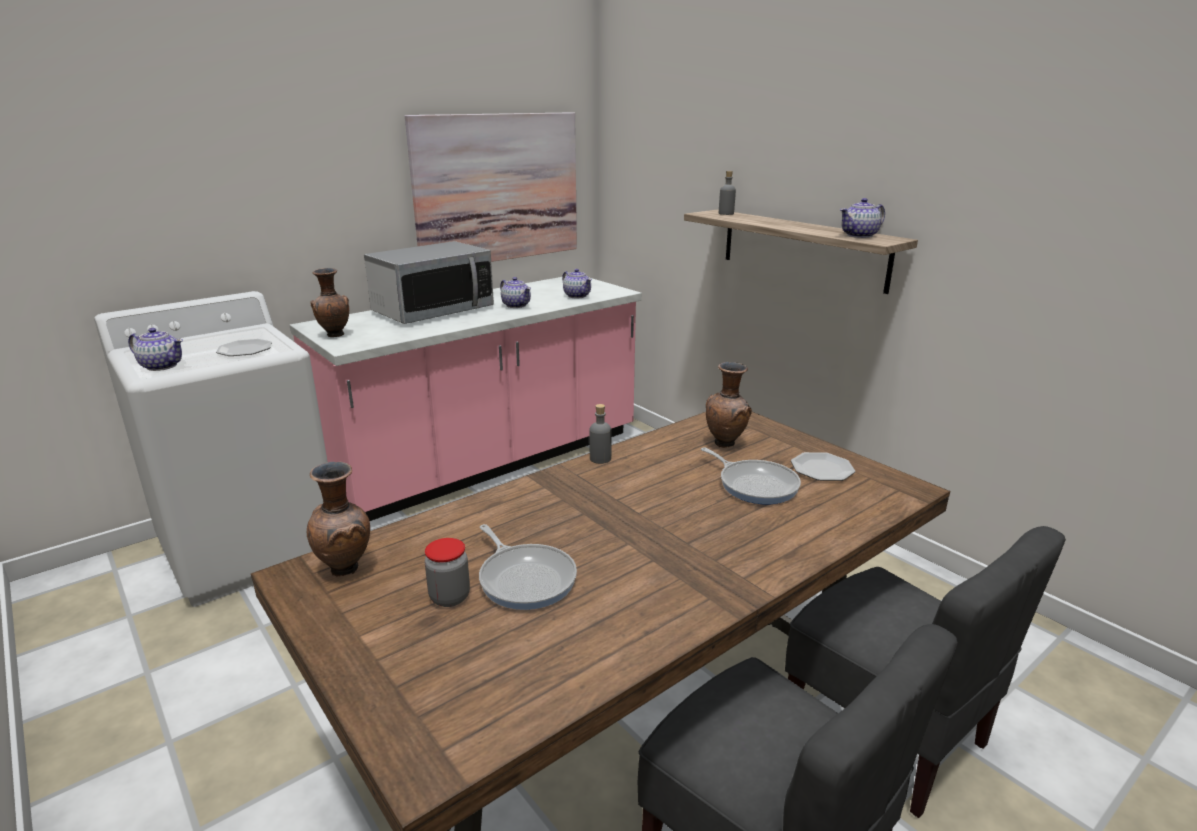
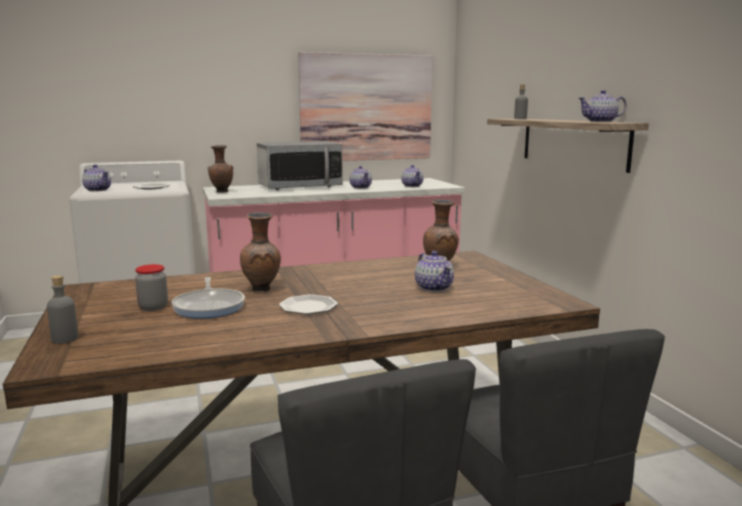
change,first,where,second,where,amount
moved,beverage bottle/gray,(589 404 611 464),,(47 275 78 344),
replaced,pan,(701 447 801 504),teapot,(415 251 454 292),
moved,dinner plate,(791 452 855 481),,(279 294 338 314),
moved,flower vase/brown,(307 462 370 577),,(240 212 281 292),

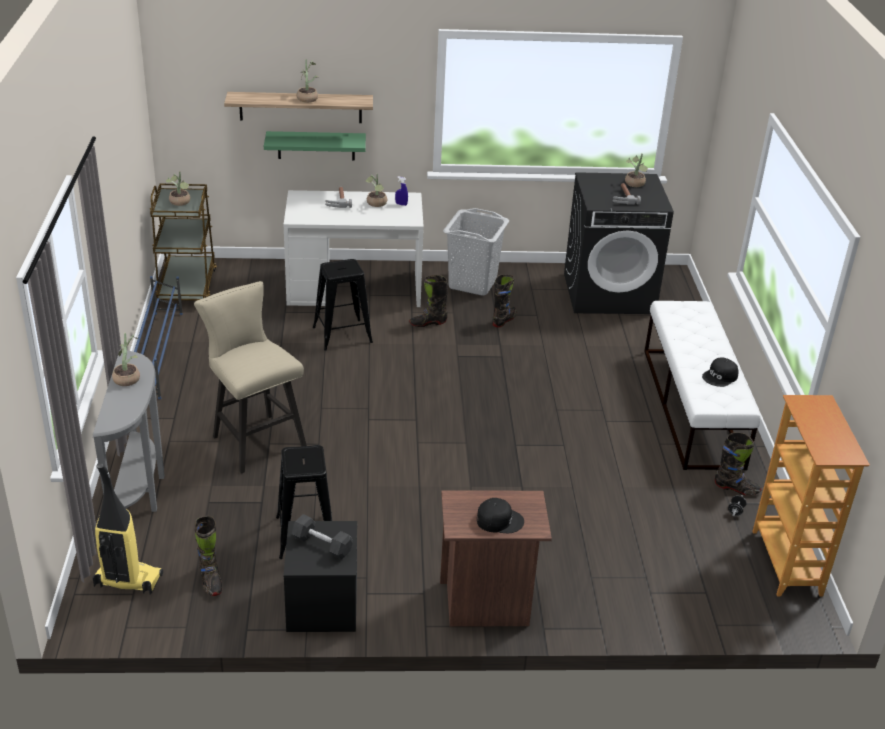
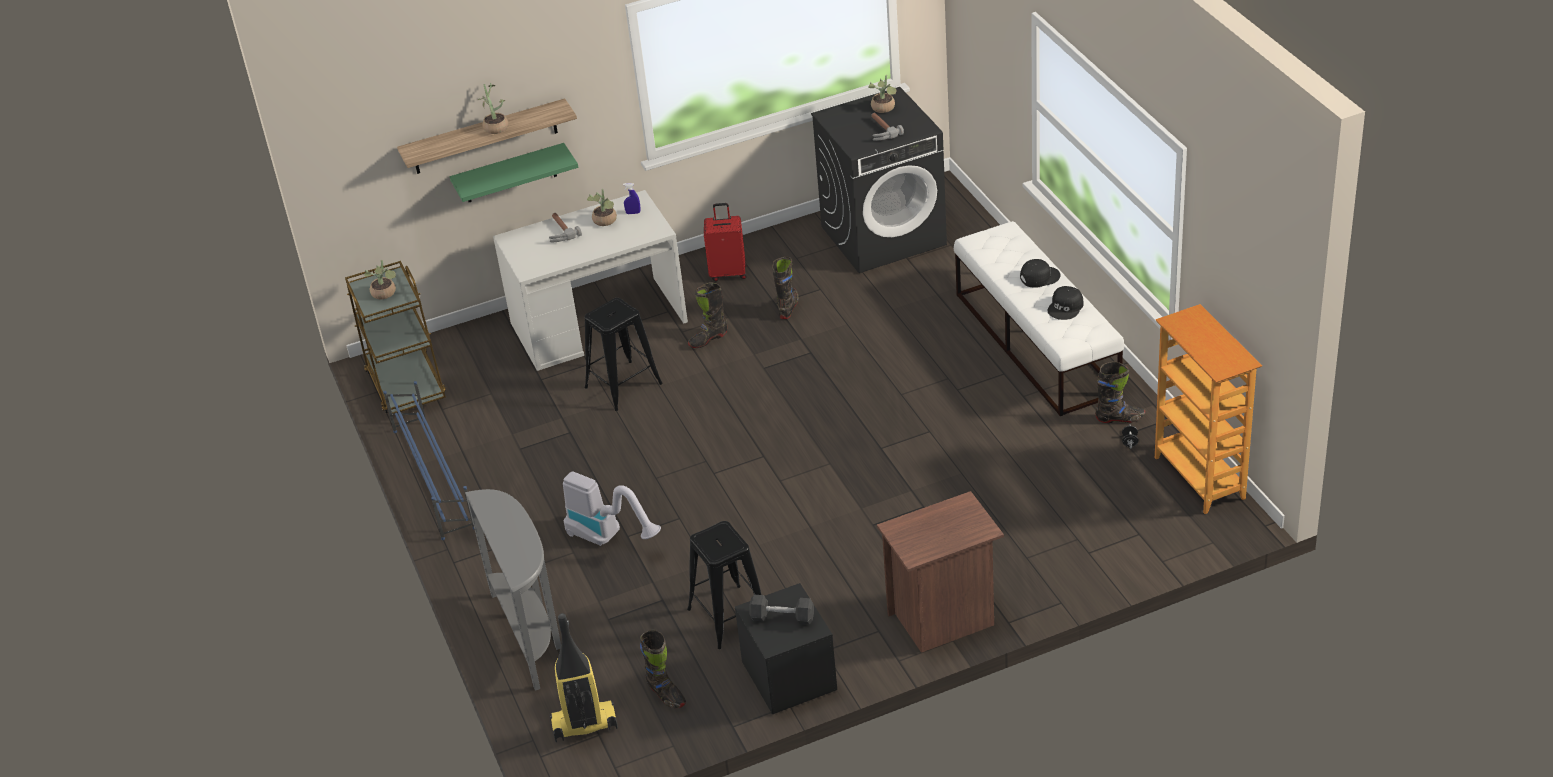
change,first,where,second,where,amount
replaced,hamper/gray,(443 208 509 295),suitcase/red,(704 203 747 281),
replaced,stool seat/sand-coloured,(194 281 307 474),hoover,(563 471 661 546),
removed,plant in a pot,(112 333 140 386),,,
moved,cap/blackish,(477 498 524 533),,(1020 259 1061 288),

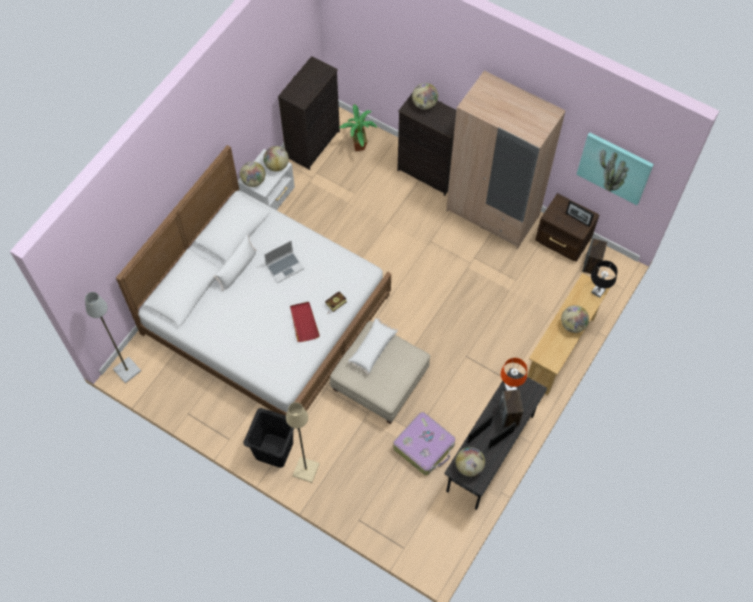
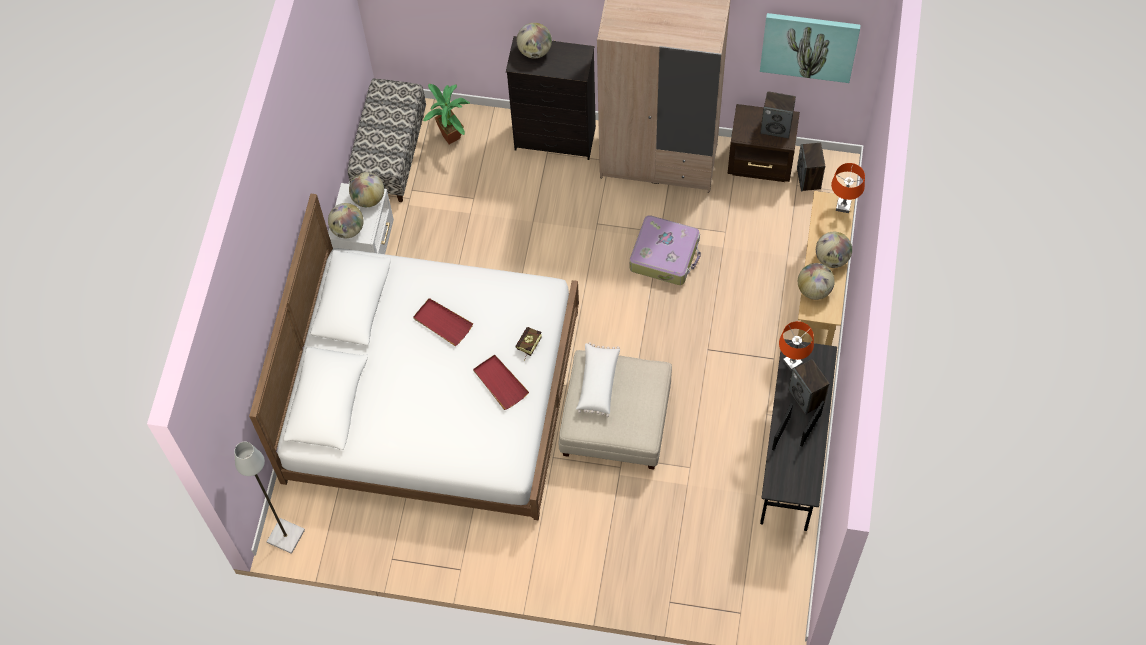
change,first,where,second,where,amount
replaced,chest of drawers/blackish,(278 56 340 170),indoor bench,(348 79 426 202),
replaced,picture frame,(566 201 594 227),speaker,(760 91 796 139),
removed,cushion/whitish,(214 235 256 291),,,
replaced,notebook computer,(264 240 304 283),tray/red,(413 298 473 346),
recoloured,lamp for a table/blackish,(591 260 618 298),lamp for a table/orange,(831 163 865 213),
removed,floor lamp/sand-coloured,(286 402 319 483),,,
removed,hamper/blackish,(243 408 294 468),,,
moved,suitcase,(393 412 455 475),,(630 215 701 285),
moved,desk globe,(456 447 485 477),,(798 263 835 300),

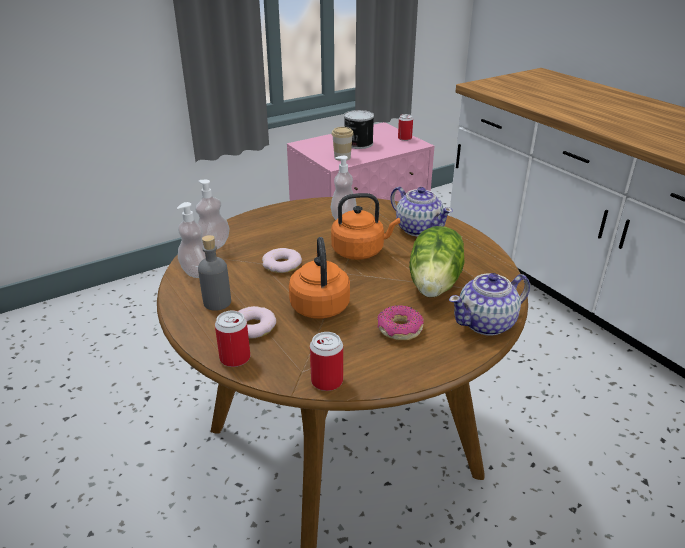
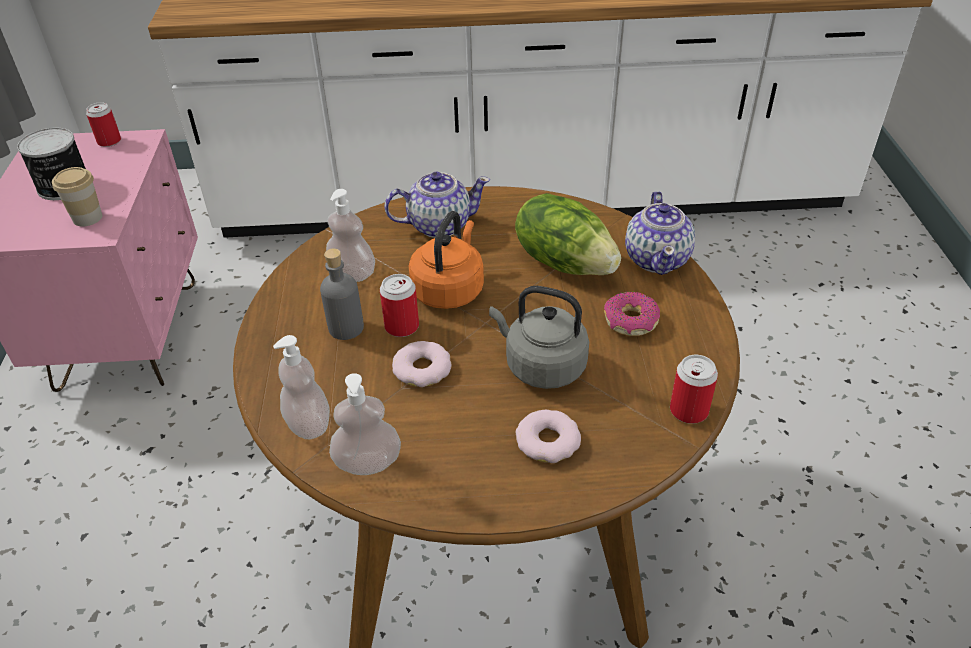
change,first,where,second,where,amount
moved,beverage bottle/gray,(198 235 231 311),,(320 248 364 340),
recoloured,water kettle/orange,(289 237 350 319),water kettle/gray,(489 286 589 389),
moved,sealed can,(215 311 250 367),,(380 274 419 337),

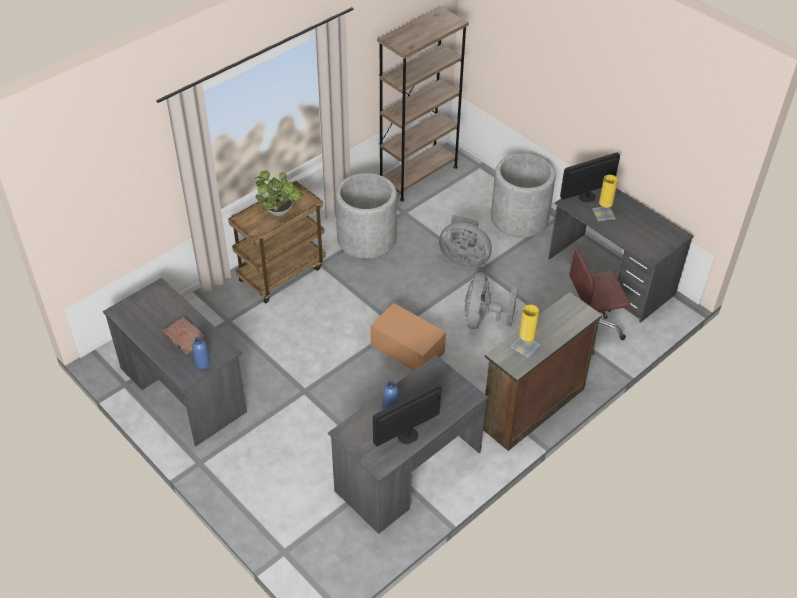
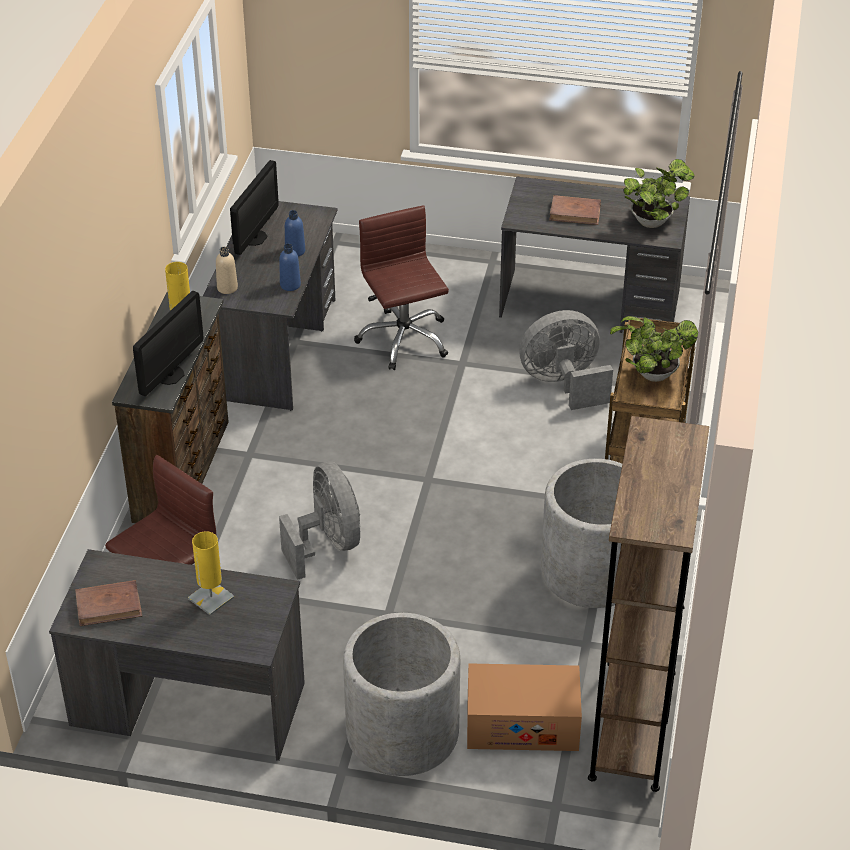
change,first,where,second,where,amount
moved,monitor,(560 153 620 203),,(133 291 203 396),
moved,electric fan/gray,(439 215 492 268),,(519 310 613 410),
moved,carton,(370 303 446 371),,(467 663 582 751),
moved,beverage bottle/blue-coloured,(192 337 211 369),,(279 244 301 291),
added,,,plant in a pot,(623 159 695 228),
added,,,computer chair/brown,(354 205 449 370),
added,,,beverage bottle/sand-coloured,(216 247 238 294),
added,,,book/brown,(75 580 142 626),

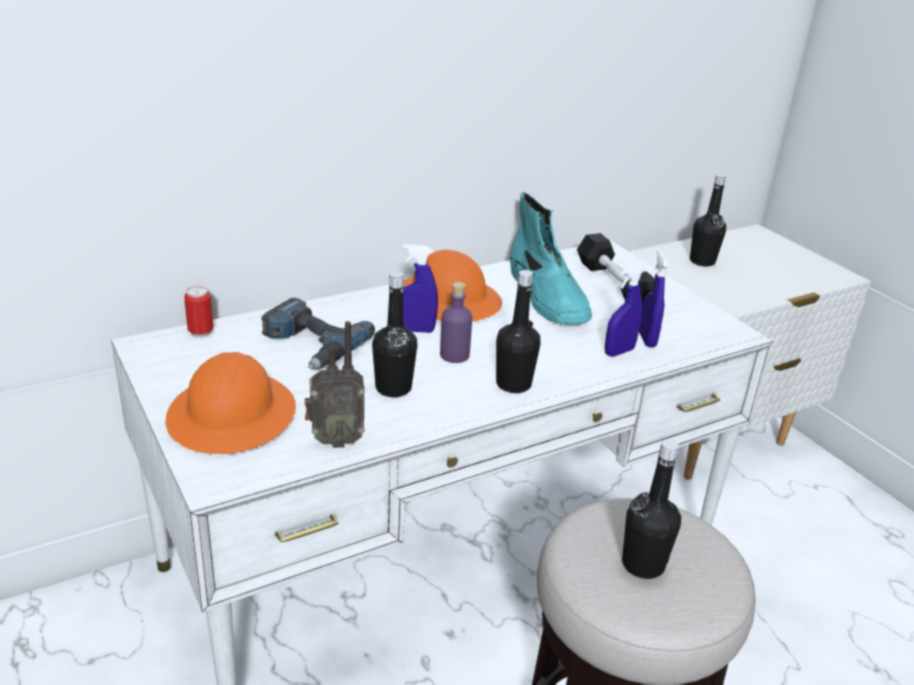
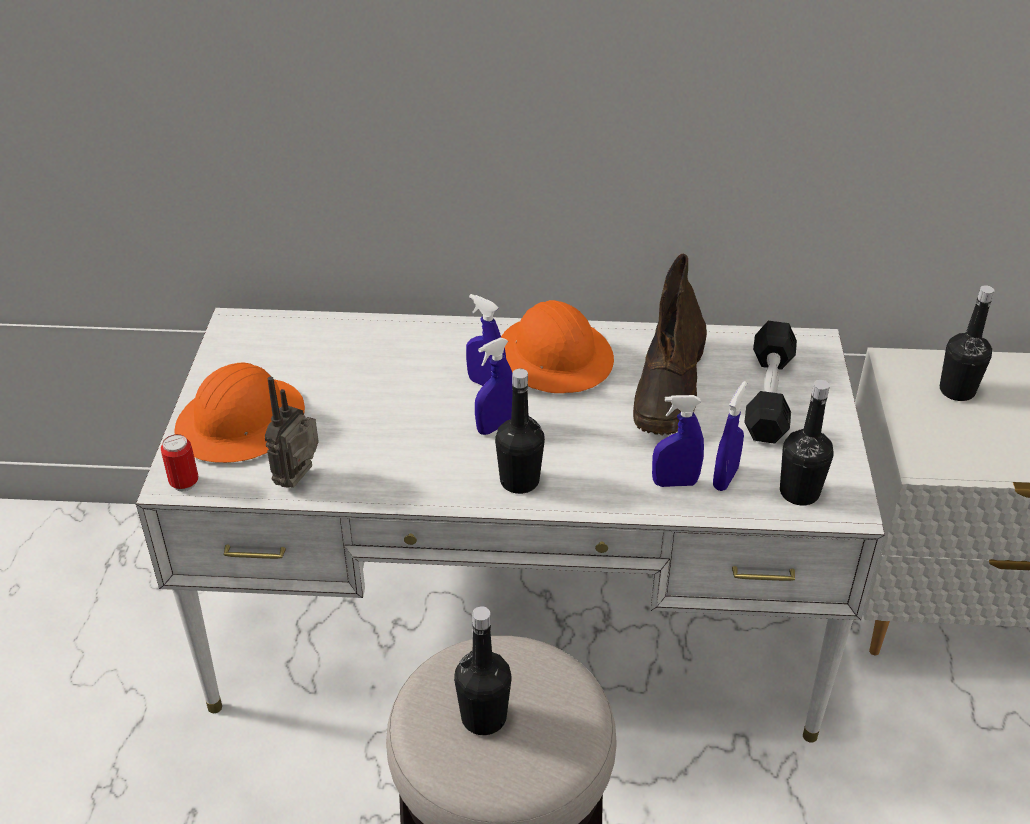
change,first,where,second,where,amount
recoloured,high-top boot/turquoise-coloured,(510 192 592 325),high-top boot/brown,(633 253 707 435),
moved,beverage bottle/blackish,(372 271 417 397),,(780 380 834 506),
replaced,beverage bottle/purple,(440 282 472 363),hand sprayer/blue-coloured,(475 338 513 435),
moved,sealed can,(184 286 214 338),,(161 434 198 491),
removed,power drill,(261 298 375 370),,,
turned,radio receiver,(305 321 365 448),,(264 377 319 488),90 degrees clockwise

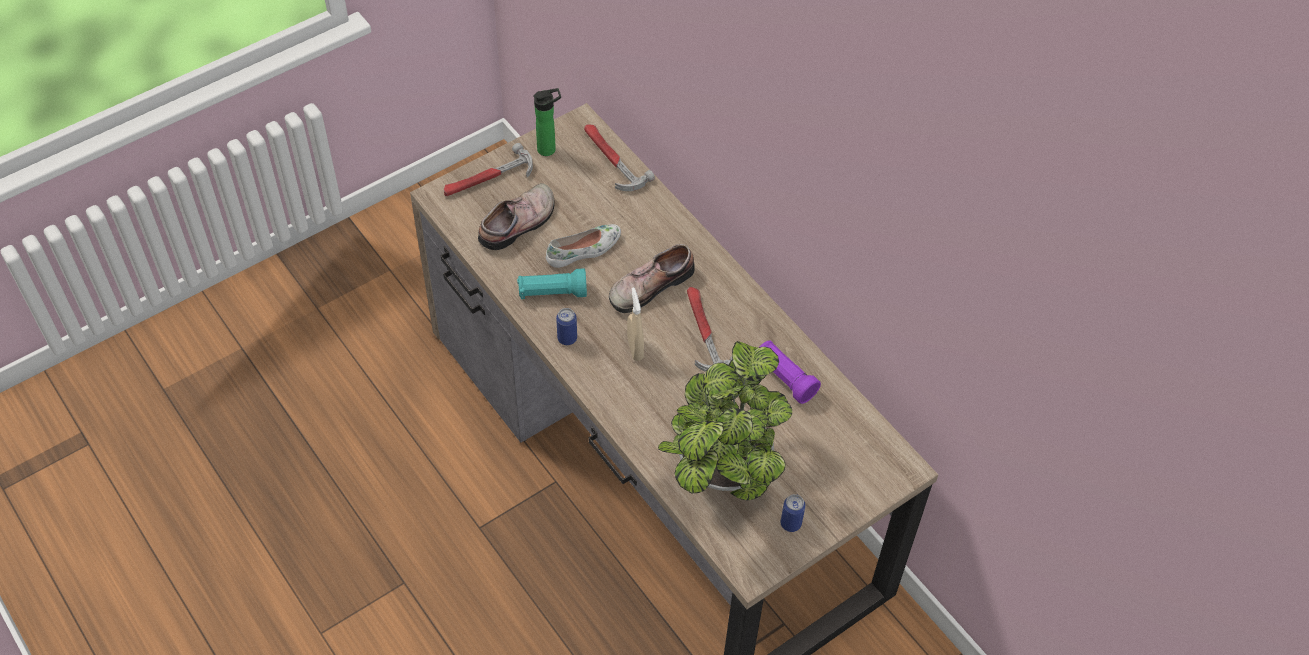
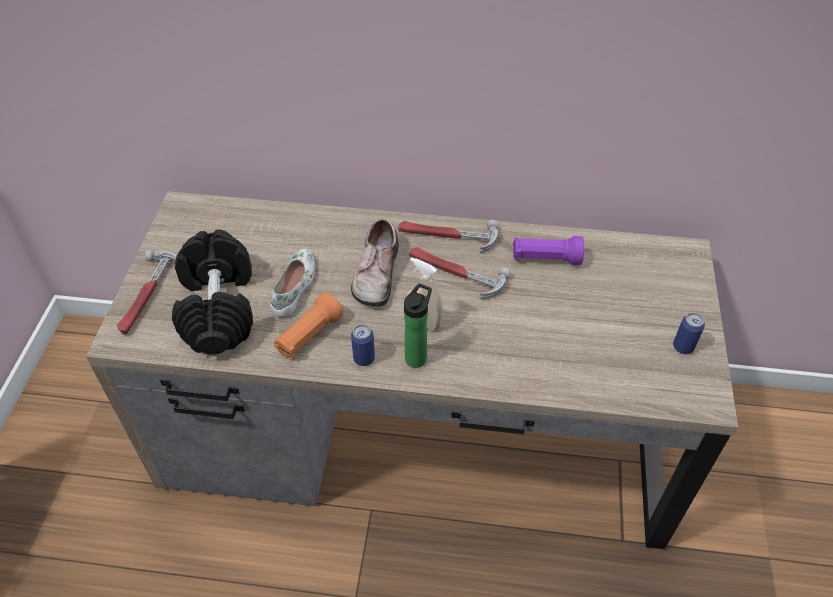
change,first,where,second,where,amount
moved,beverage bottle,(533 88 561 156),,(404 283 432 368),
moved,hammer,(584 124 655 191),,(399 220 498 253),
replaced,low shoe,(478 183 555 250),free weight/blackish,(172 230 253 355),
recoloured,flashlight/turquoise-coloured,(517 268 587 299),flashlight/orange,(274 293 343 359),
removed,plant in a pot,(658 341 792 501),,,

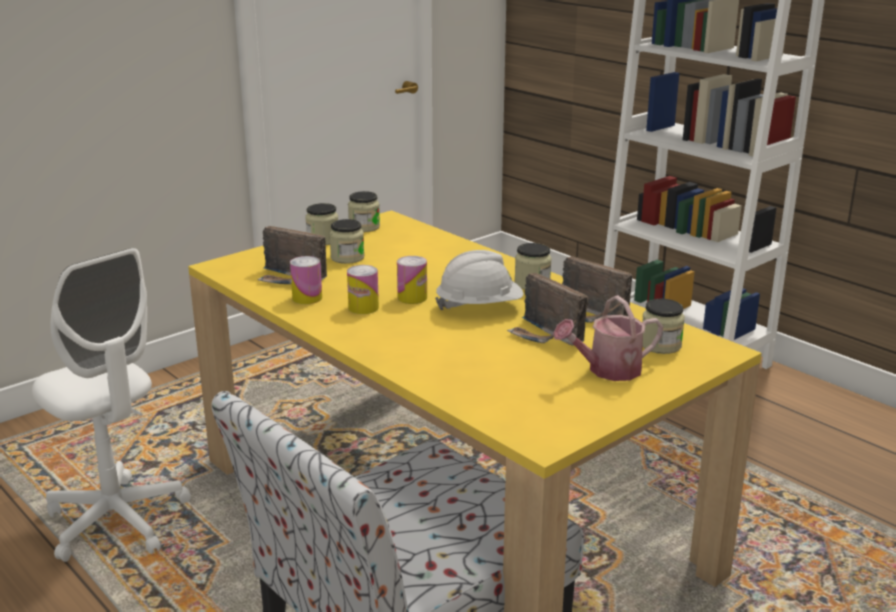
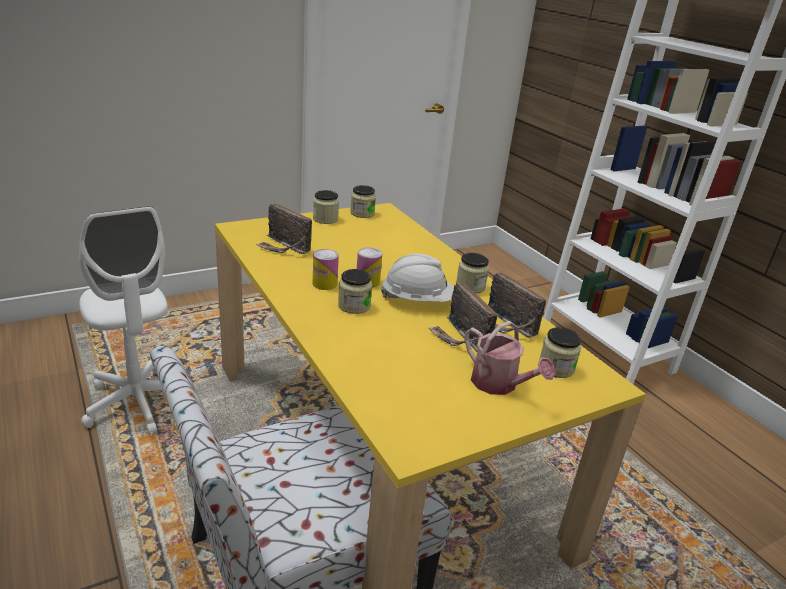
change,first,where,second,where,amount
moved,storage jar,(329 219 364 264),,(338 269 372 314),
removed,sealed can,(290 256 322 304),,,
turned,watering pot,(553 295 663 381),,(464 321 555 395),120 degrees counterclockwise

